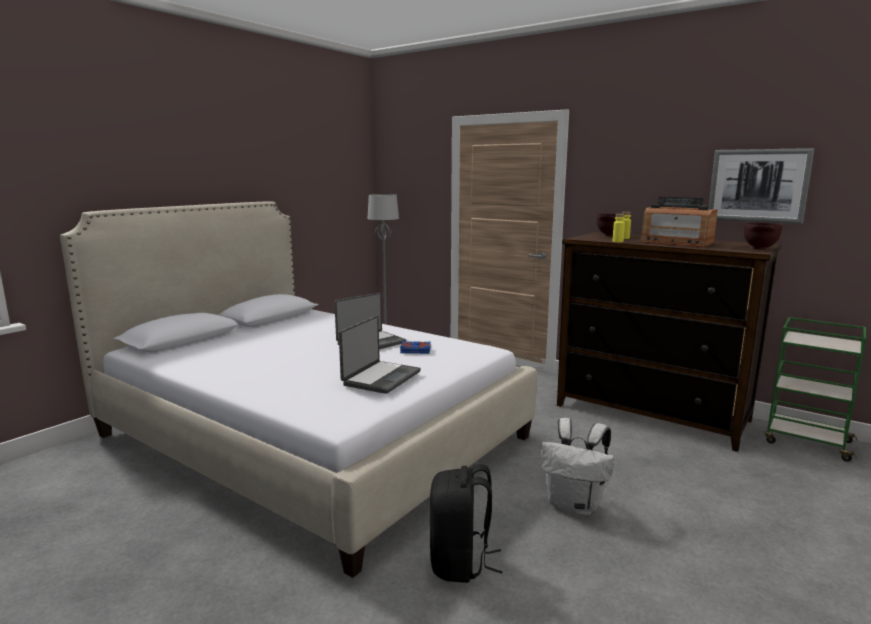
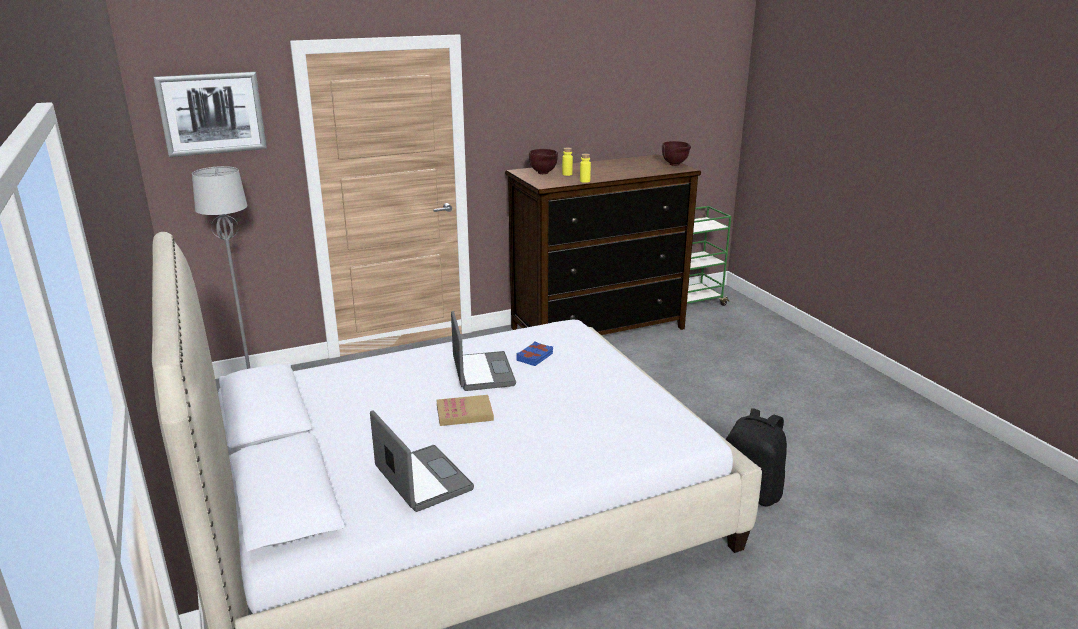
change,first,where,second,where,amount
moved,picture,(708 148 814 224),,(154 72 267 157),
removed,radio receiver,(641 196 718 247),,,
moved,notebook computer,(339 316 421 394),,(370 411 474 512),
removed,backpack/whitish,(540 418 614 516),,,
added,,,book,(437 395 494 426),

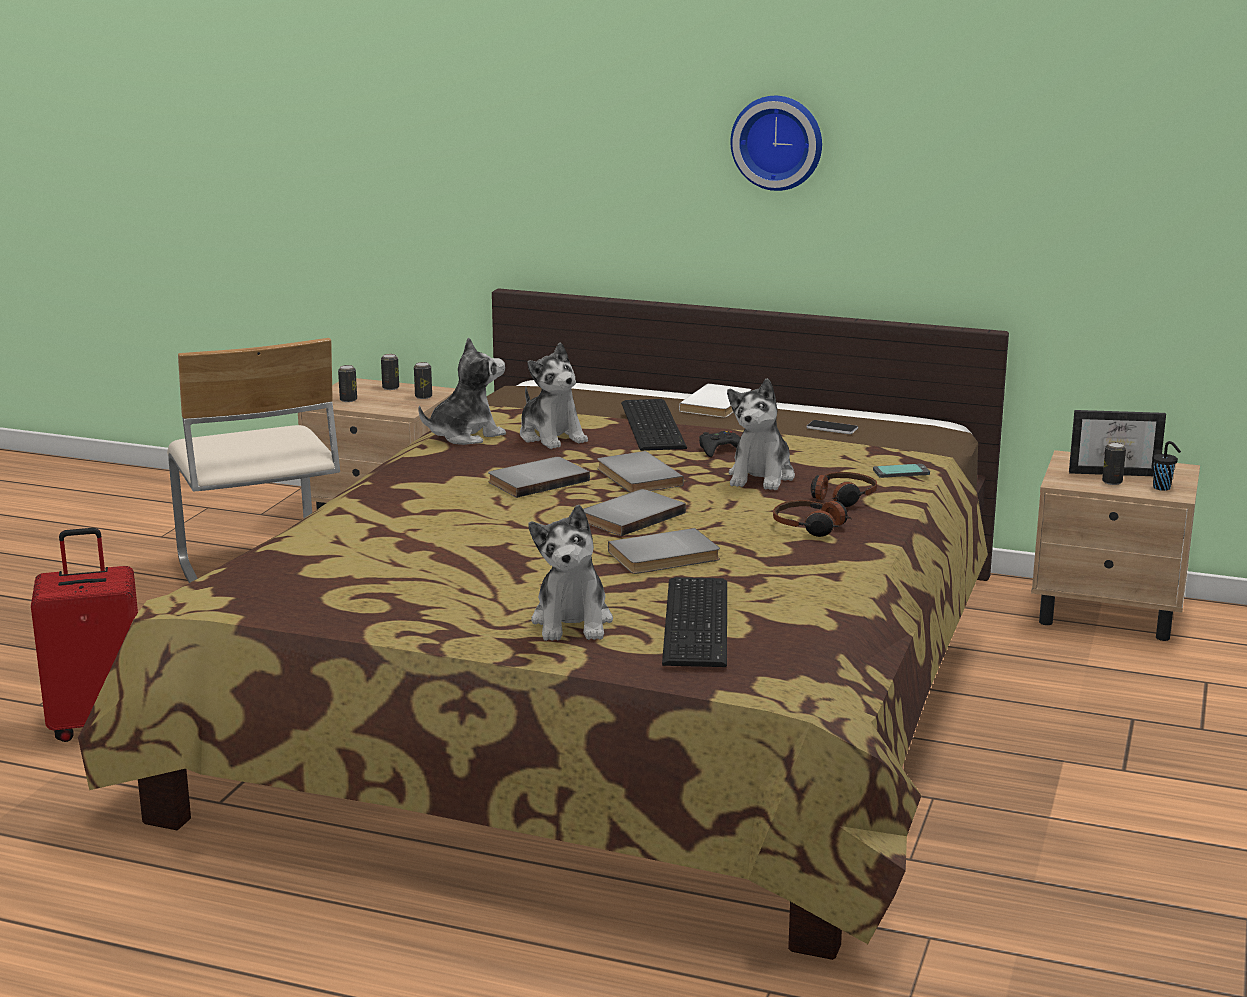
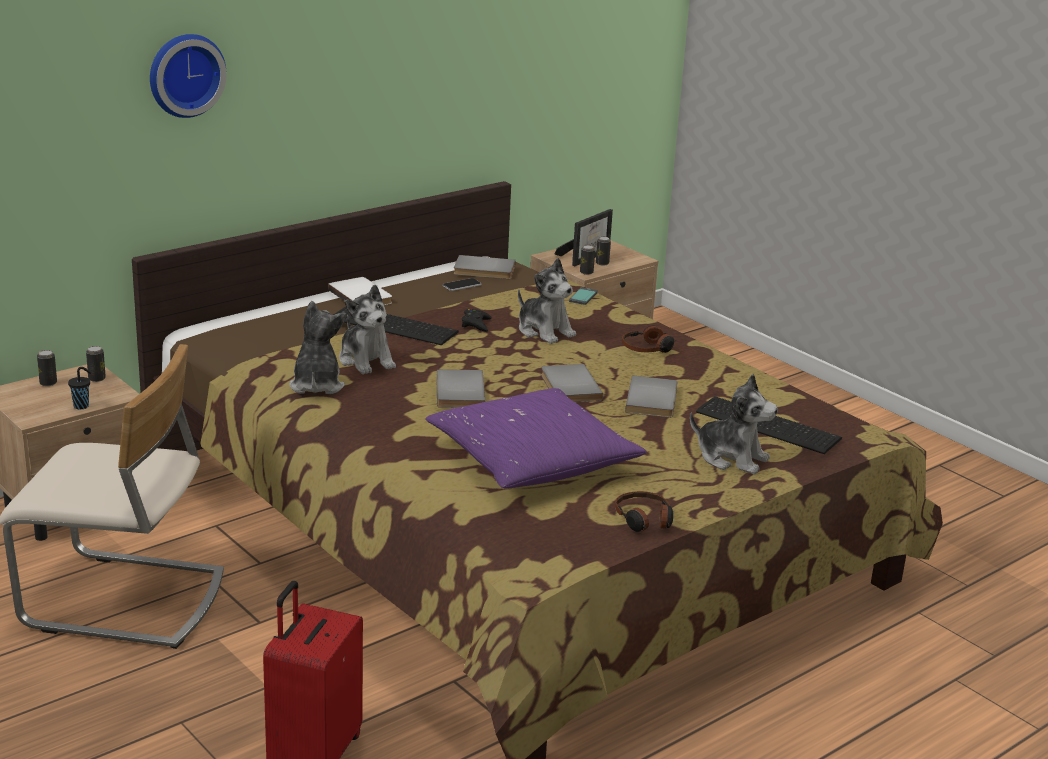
change,first,where,second,where,amount
moved,clock on the wall,(730 96 822 191),,(150 34 226 118),
turned,plush toy,(520 342 588 449),,(339 285 396 375),60 degrees clockwise
moved,sealed can,(338 365 357 402),,(580 245 595 275),
moved,small cup/blackish,(1152 441 1181 491),,(68 367 92 409),
moved,book/gray,(597 451 684 493),,(454 255 516 279),
moved,pair of headphones,(811 472 877 507),,(615 491 673 532),
added,,,cushion/purple,(425 388 647 489),

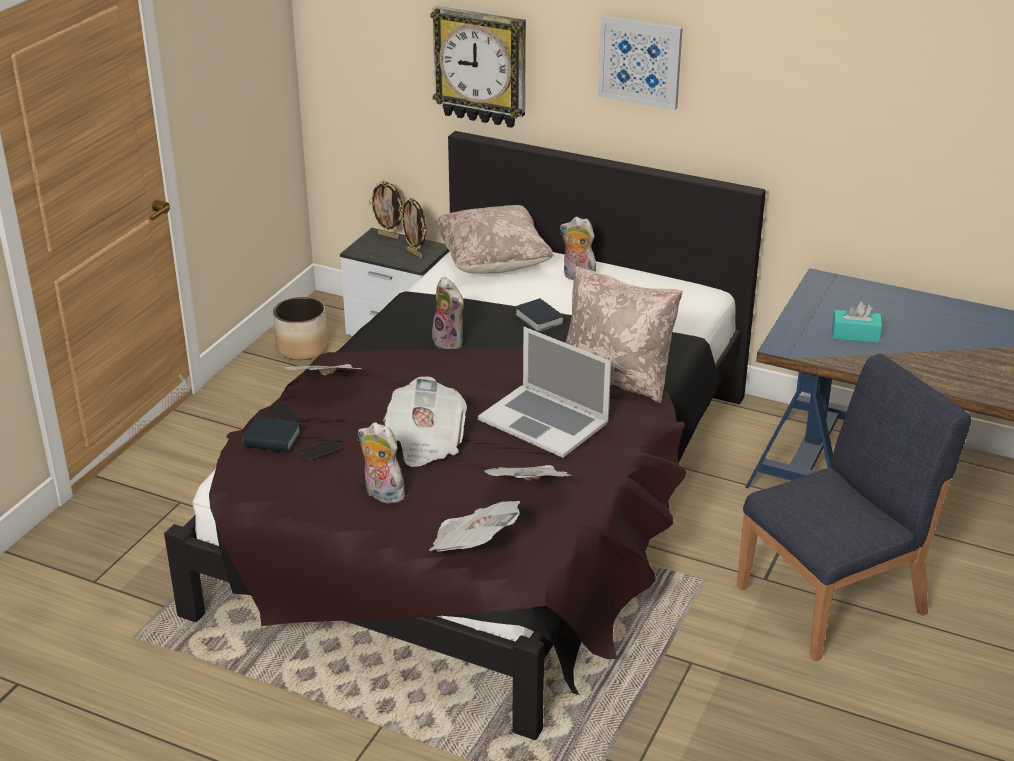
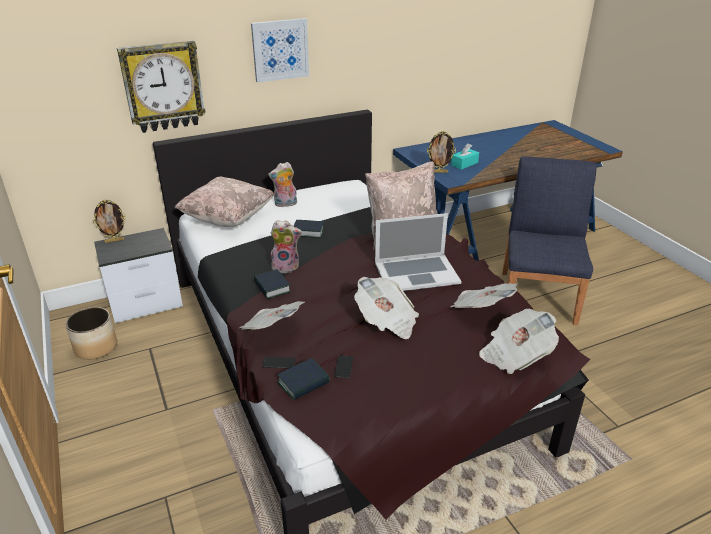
change,first,where,second,where,amount
moved,picture frame,(400 197 426 258),,(427 131 456 173),
removed,plush toy,(358 422 405 504),,,
added,,,book,(254 269 291 299),

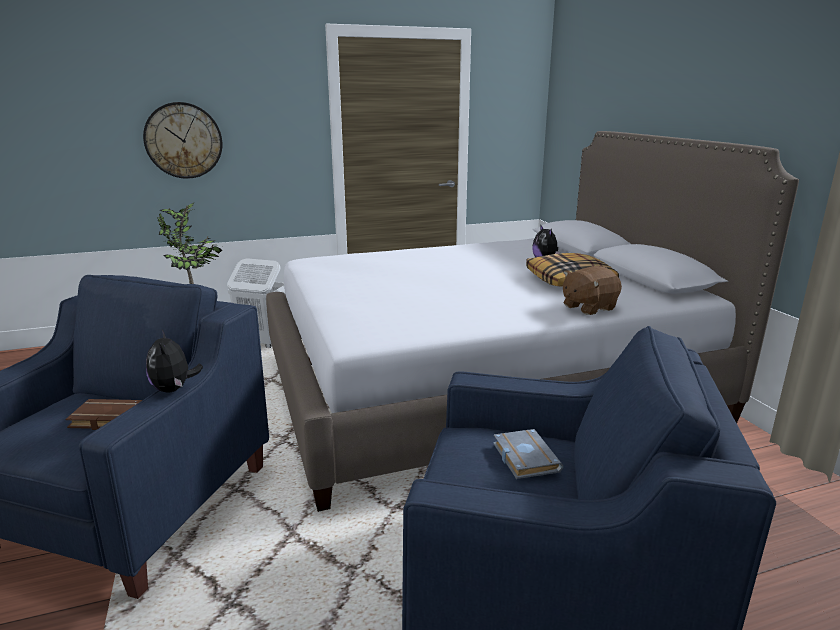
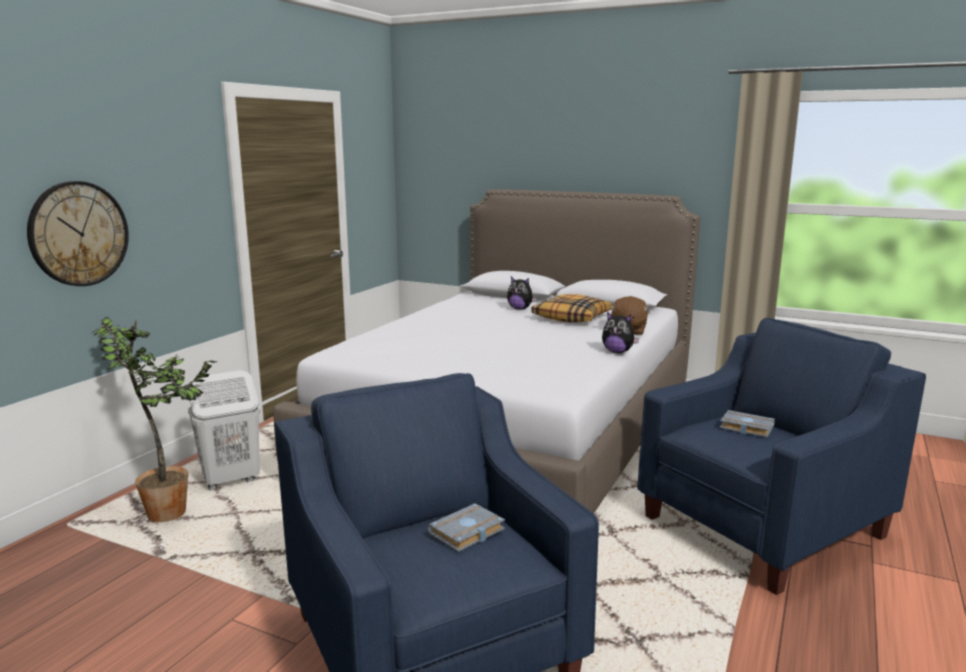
change,first,where,second,where,amount
moved,plush toy,(146 330 203 393),,(602 312 639 353),
recoloured,book/brown,(65 399 142 430),book/gray,(427 503 505 552),

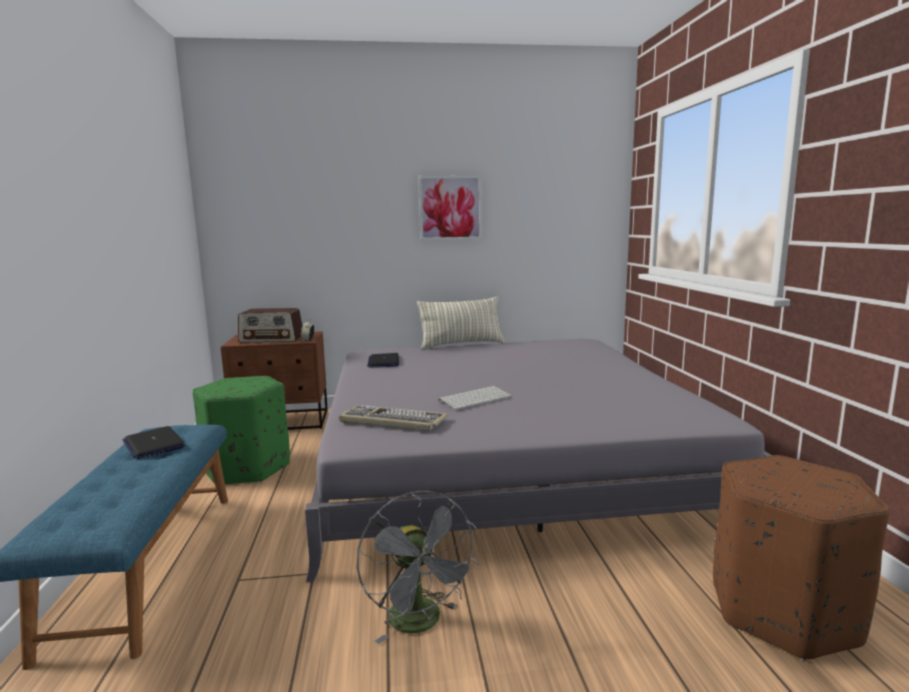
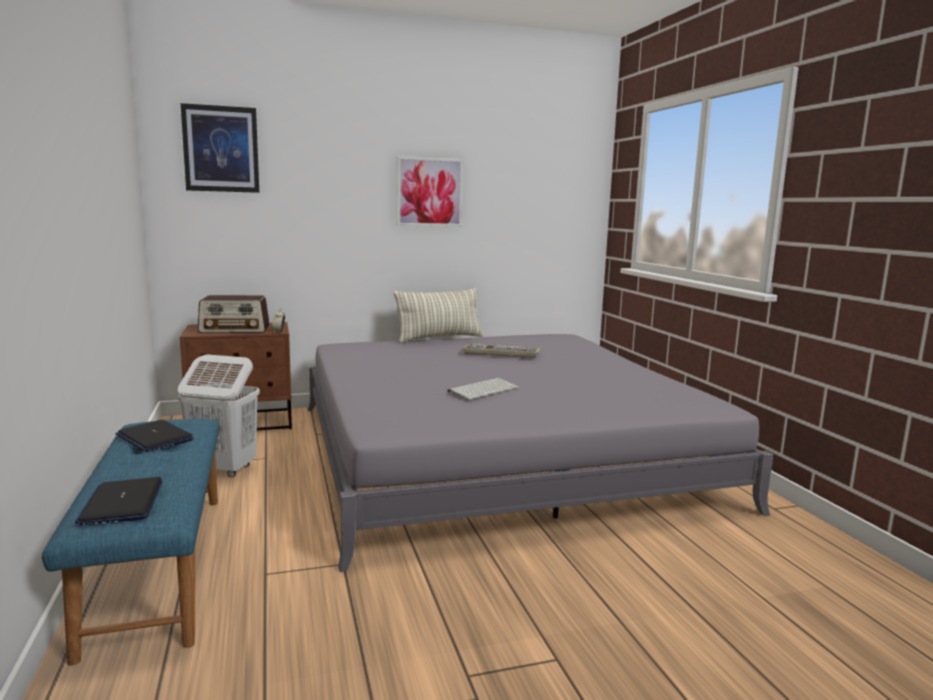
change,first,where,second,where,amount
moved,notebook computer,(367 353 399 368),,(75 477 163 526),
replaced,footrest/greenish,(193 376 290 484),hamper/whitish,(178 354 260 477),
moved,computer keyboard,(339 405 448 432),,(463 344 540 358),
removed,footrest/brown,(713 455 889 661),,,
removed,electric fan/gray,(357 491 479 644),,,
added,,,picture,(181 103 259 193),

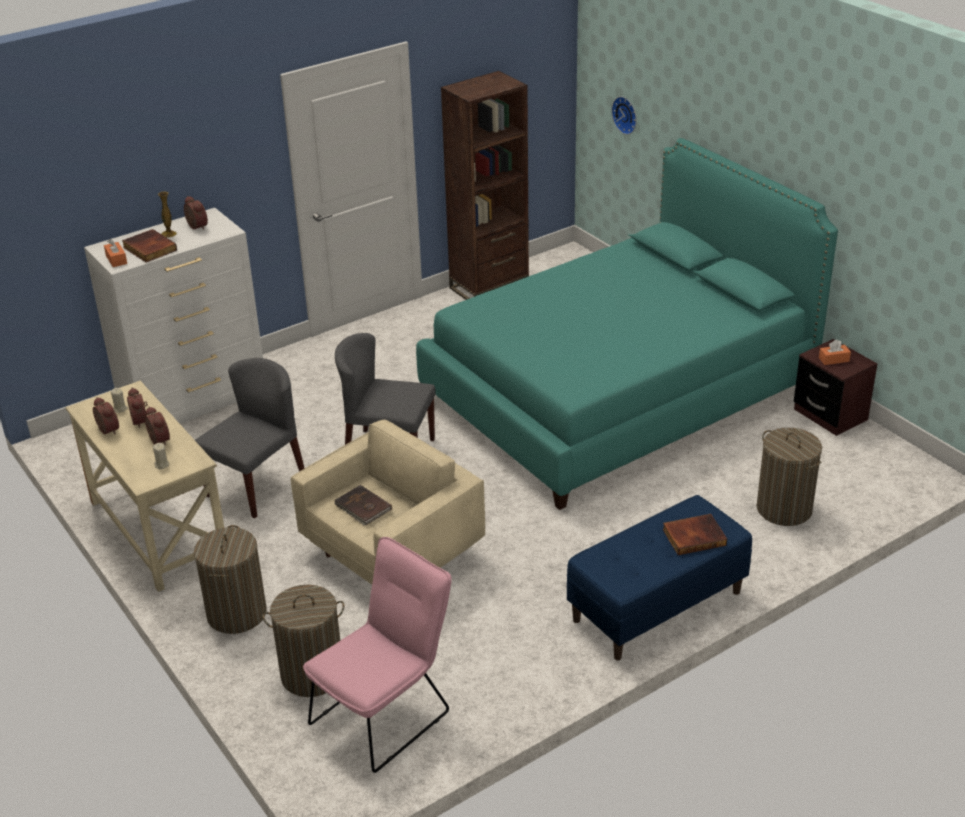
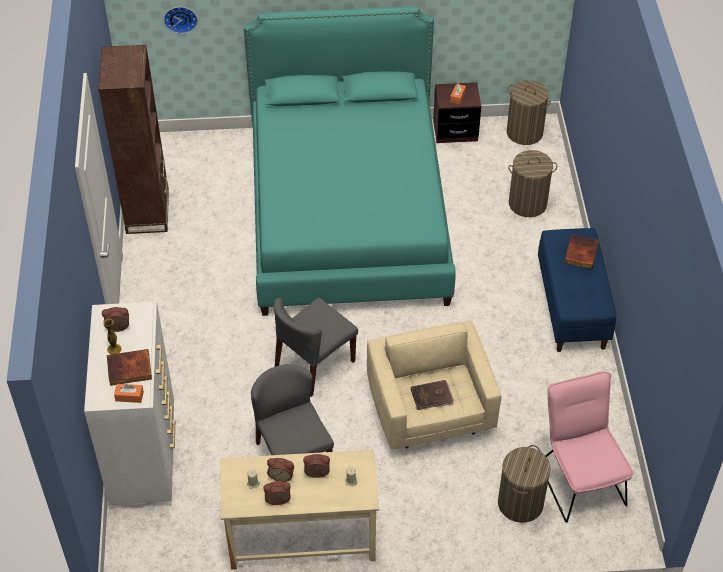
change,first,where,second,where,amount
moved,hamper,(194 525 267 634),,(507 80 551 145),

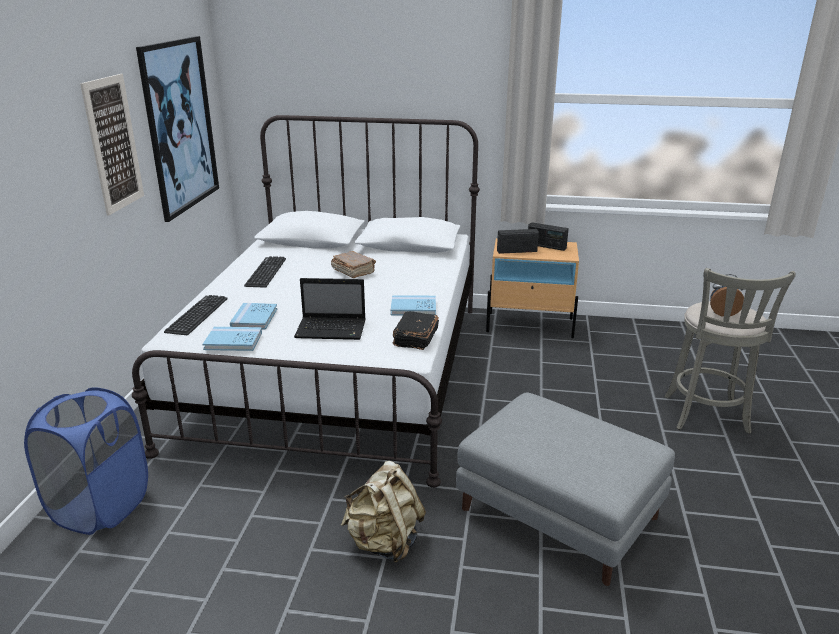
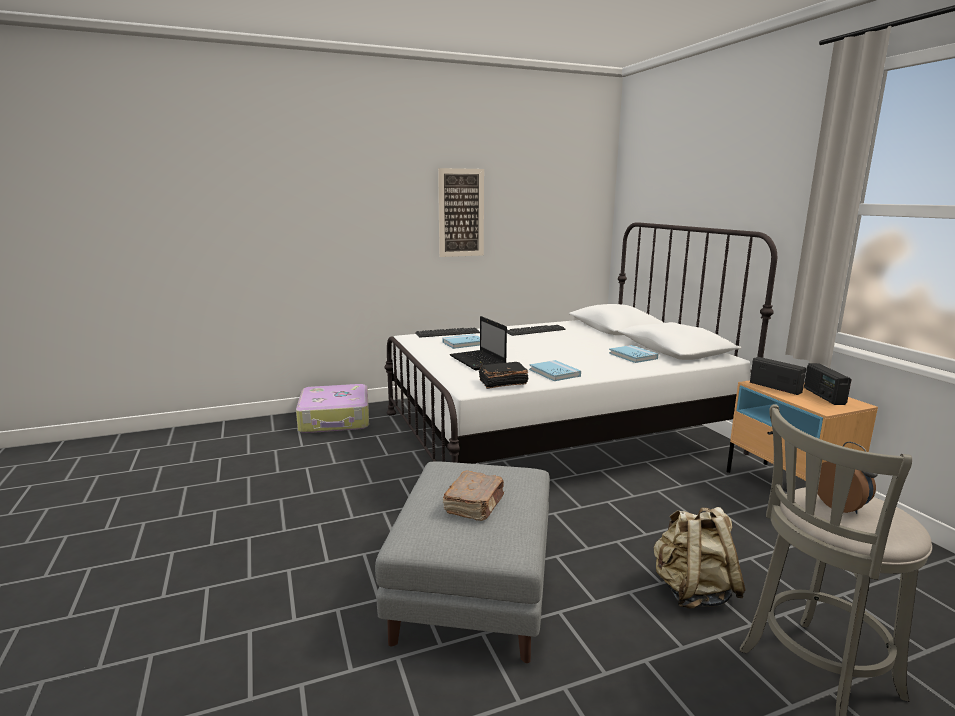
change,first,where,second,where,amount
removed,picture,(136 36 219 222),,,
moved,book/brown,(331 251 376 278),,(443 470 504 521),
moved,book/blue-coloured,(203 327 262 351),,(609 345 658 363),
replaced,hamper/blue-coloured,(24 387 148 535),suitcase,(296 384 369 433),
moved,backpack/sand-coloured,(341 461 426 563),,(654 507 745 609),

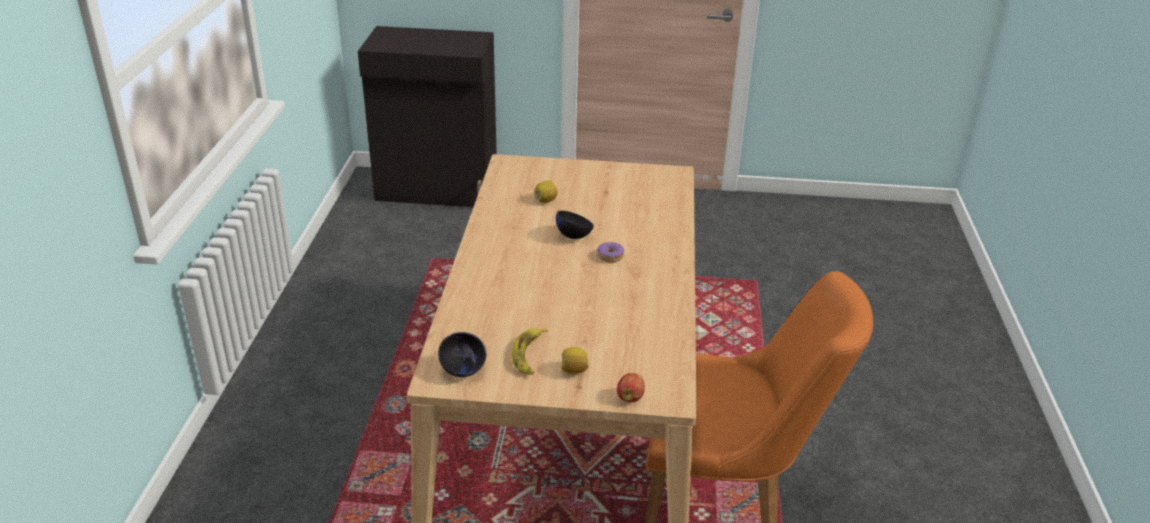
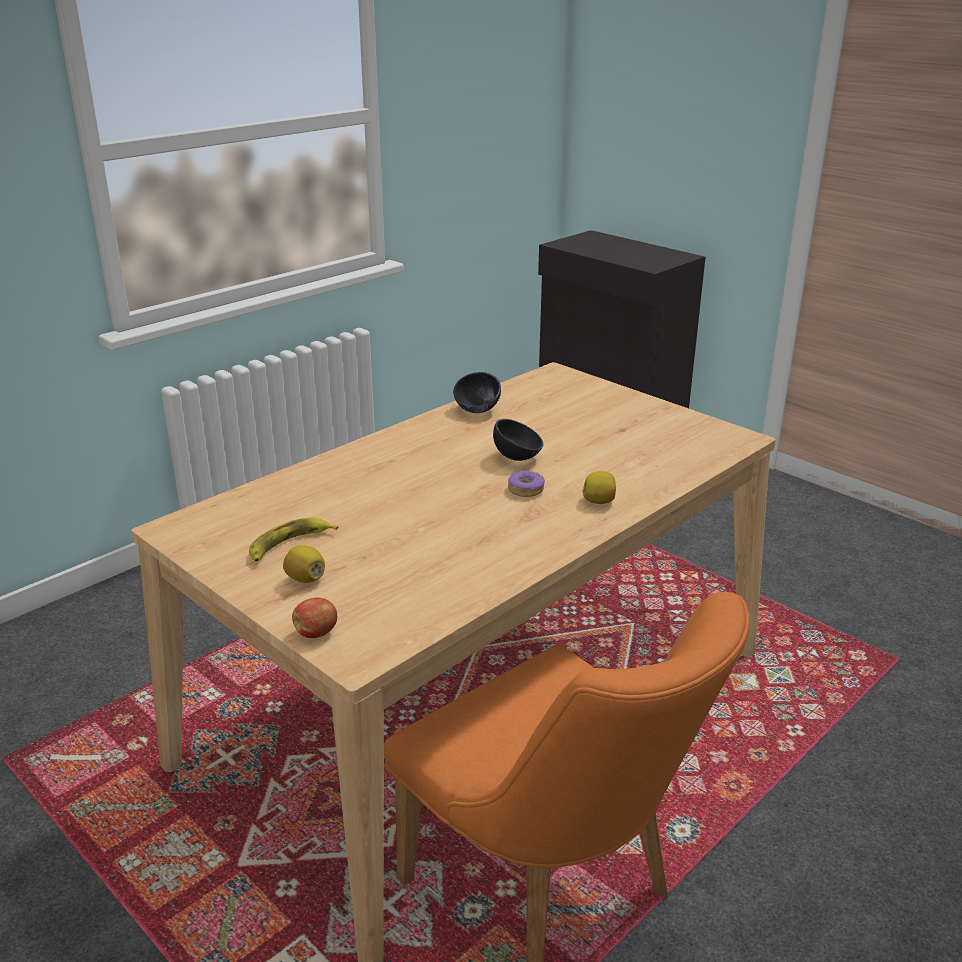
change,first,where,second,where,amount
moved,lemon,(534 181 558 203),,(582 471 616 504),
moved,deep dish/blackish,(438 332 487 377),,(453 372 501 413),

